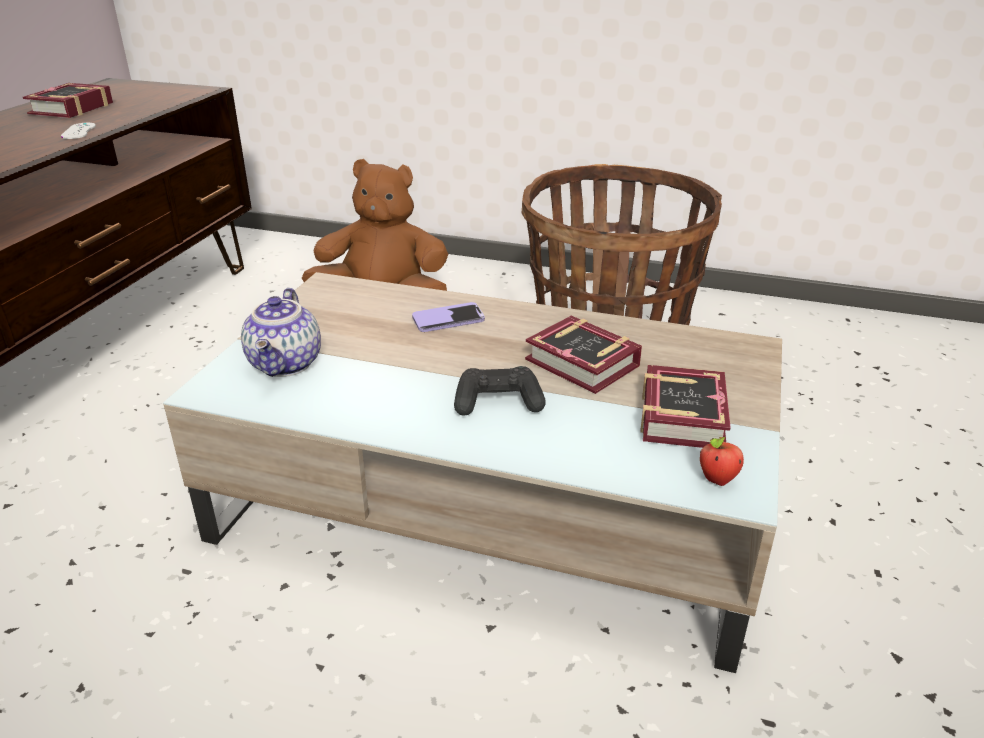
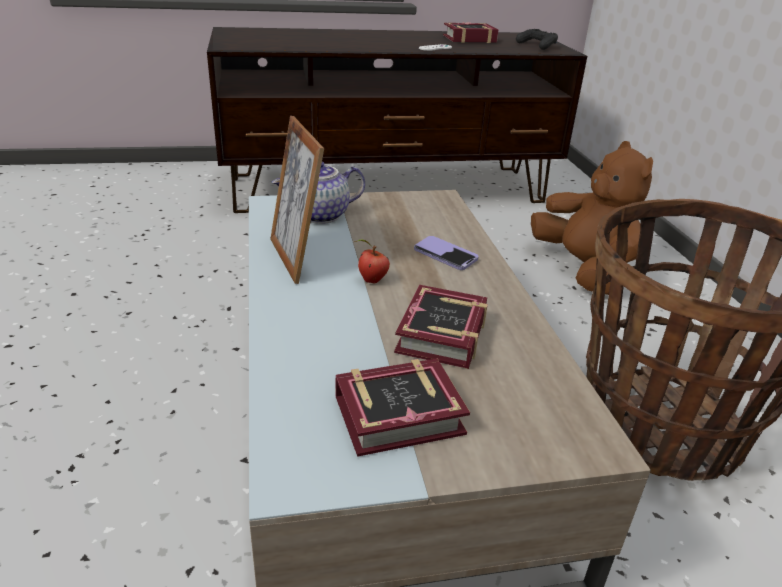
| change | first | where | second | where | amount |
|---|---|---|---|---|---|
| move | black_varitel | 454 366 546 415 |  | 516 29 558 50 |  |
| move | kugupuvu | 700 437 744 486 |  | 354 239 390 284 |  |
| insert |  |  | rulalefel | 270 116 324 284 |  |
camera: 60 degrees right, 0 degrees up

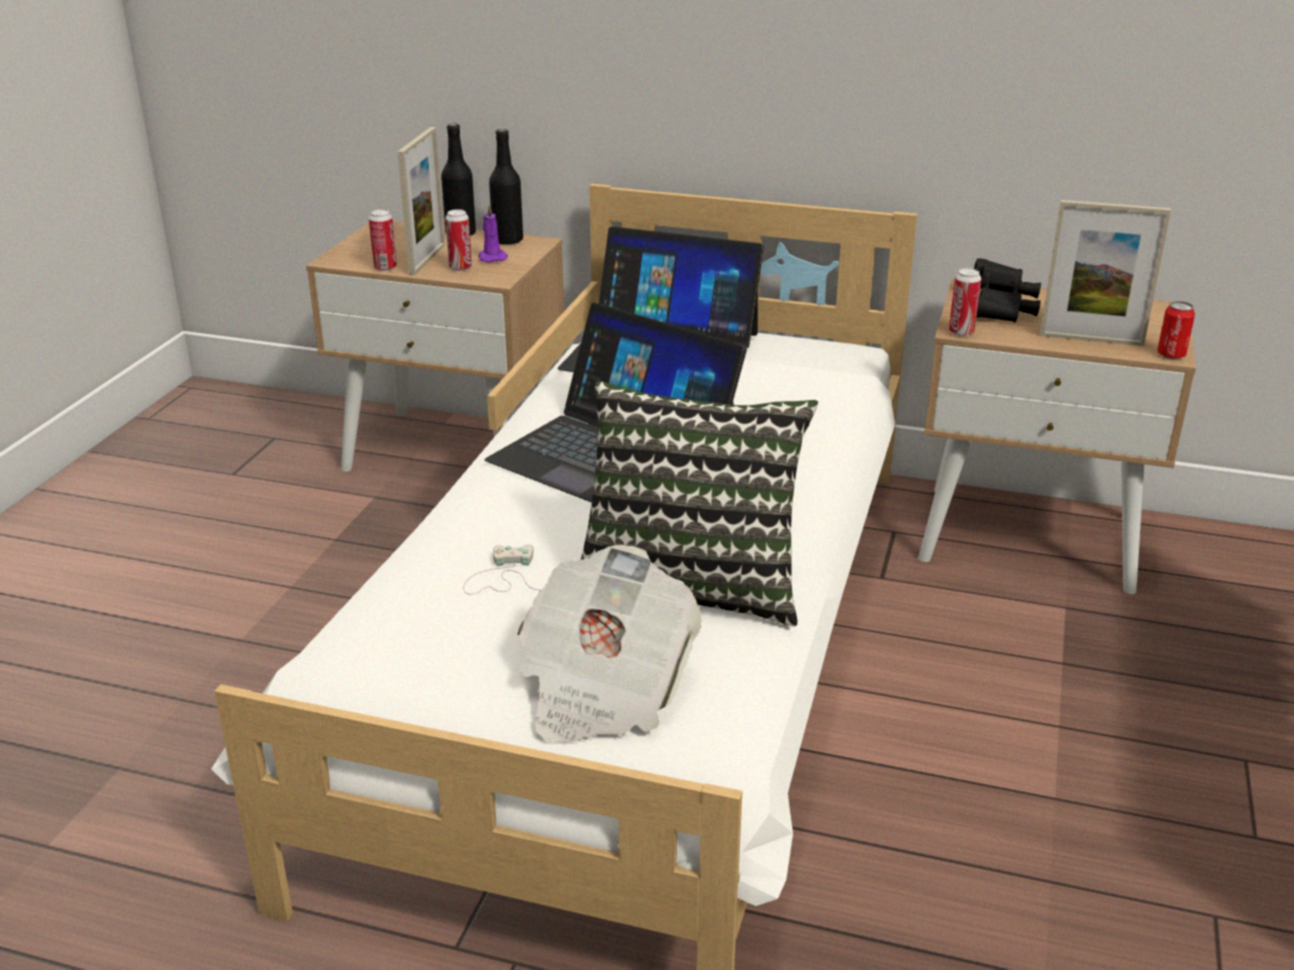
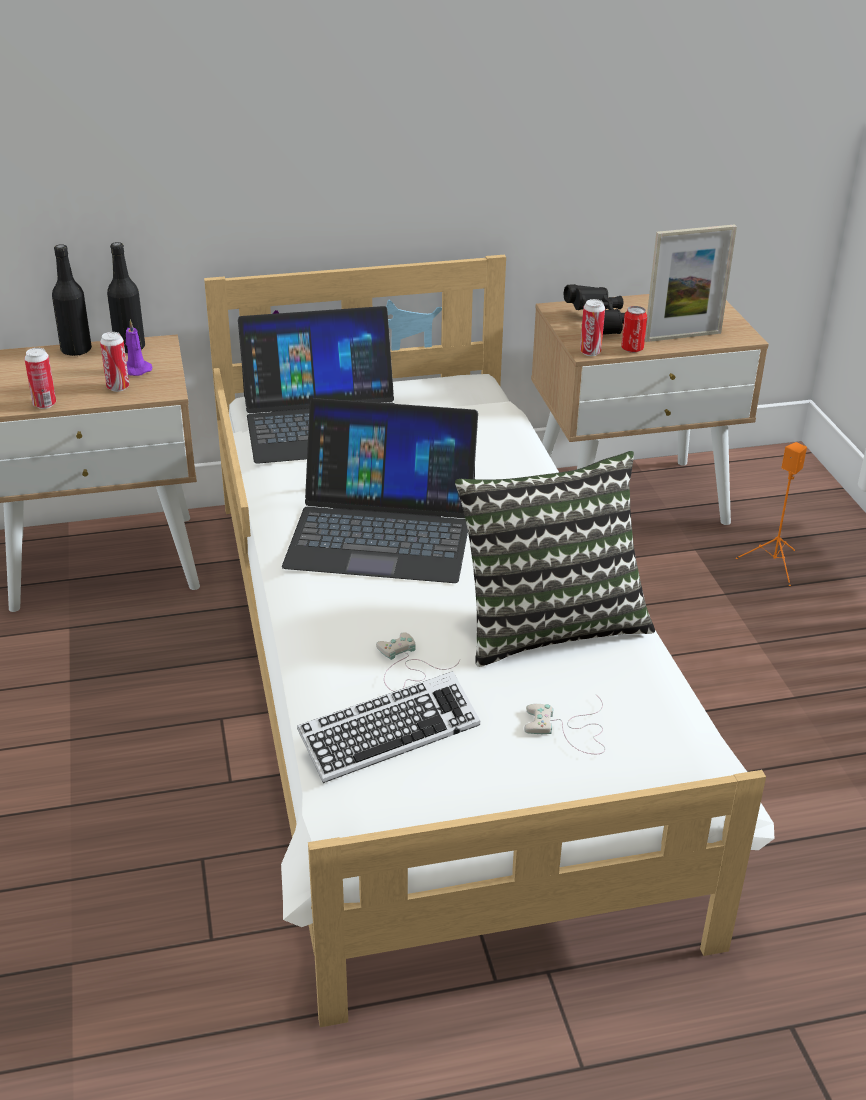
| change | first | where | second | where | amount |
|---|---|---|---|---|---|
| delete | rulalefel | 398 127 445 275 |  |  |  |
| replace | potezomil | 518 545 702 743 | white_varitel | 524 695 605 754 |  |
| move | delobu | 1157 301 1195 359 |  | 621 306 647 353 |  |
| insert |  |  | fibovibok | 297 671 480 783 |  |
| insert |  |  | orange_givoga | 736 442 807 586 |  |
camera: 30 degrees left, 5 degrees up

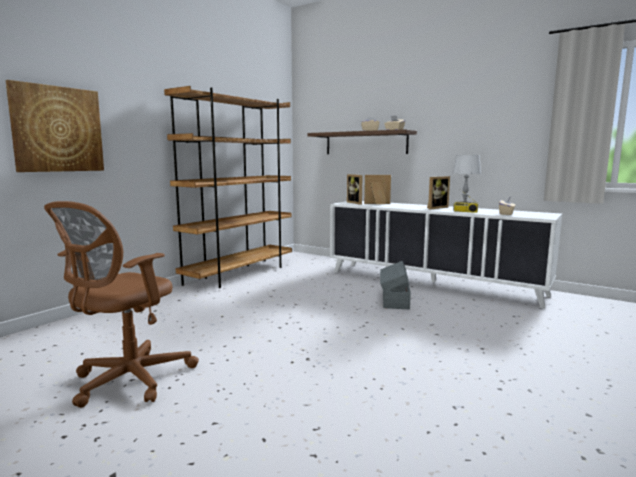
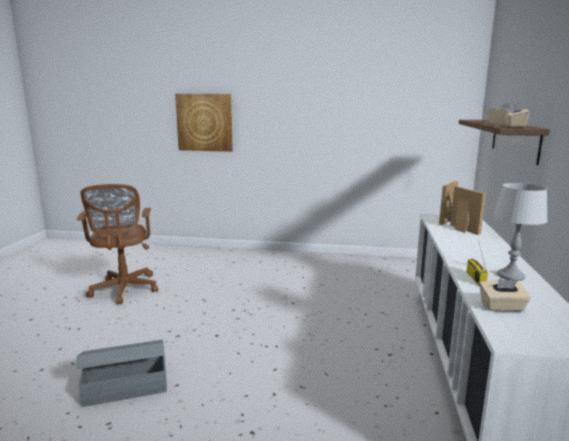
| change | first | where | second | where | amount |
|---|---|---|---|---|---|
| rotate | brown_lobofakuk | 44 201 199 408 |  | 77 184 158 305 | 105 degrees counterclockwise |
| delete | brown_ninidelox | 164 86 292 288 |  |  |  |
| move | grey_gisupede | 380 261 411 309 |  | 77 340 167 407 |  |
| delete | rulalefel | 427 176 450 209 |  |  |  |
camera: 65 degrees right, 5 degrees up

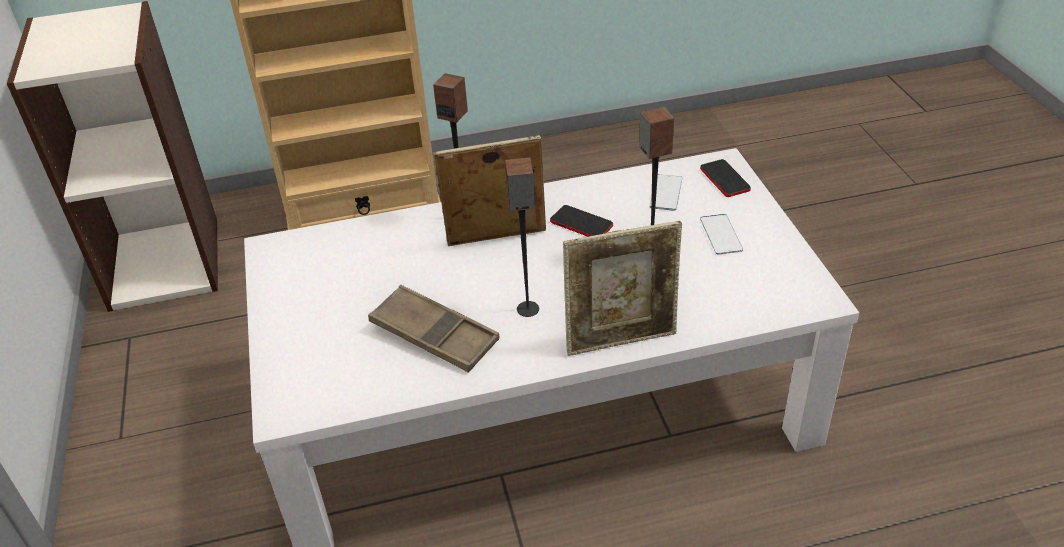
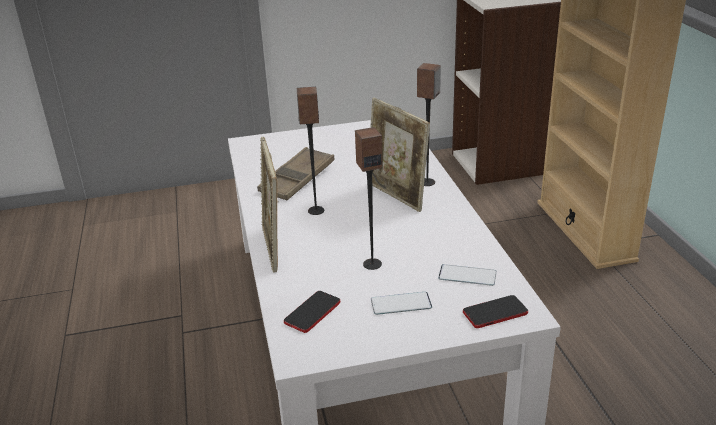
| change | first | where | second | where | amount |
|---|---|---|---|---|---|
| rotate | rulalefel | 433 135 546 246 |  | 370 98 430 212 | 150 degrees clockwise |
| move | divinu | 550 205 613 237 |  | 284 291 340 333 |  |
camera: 90 degrees right, 10 degrees down

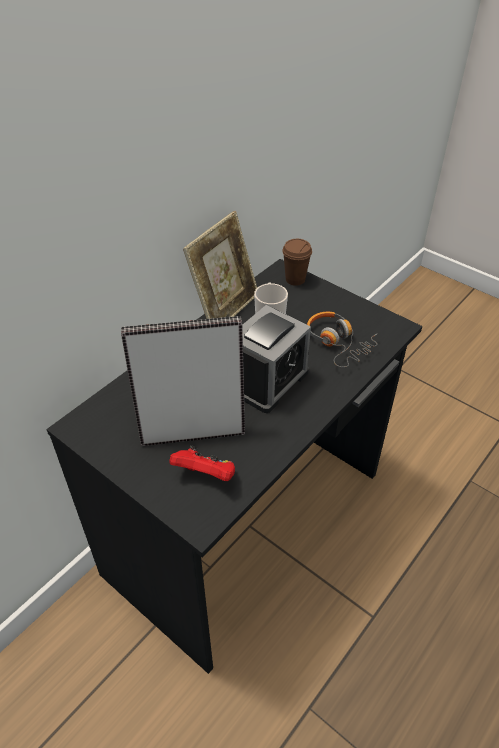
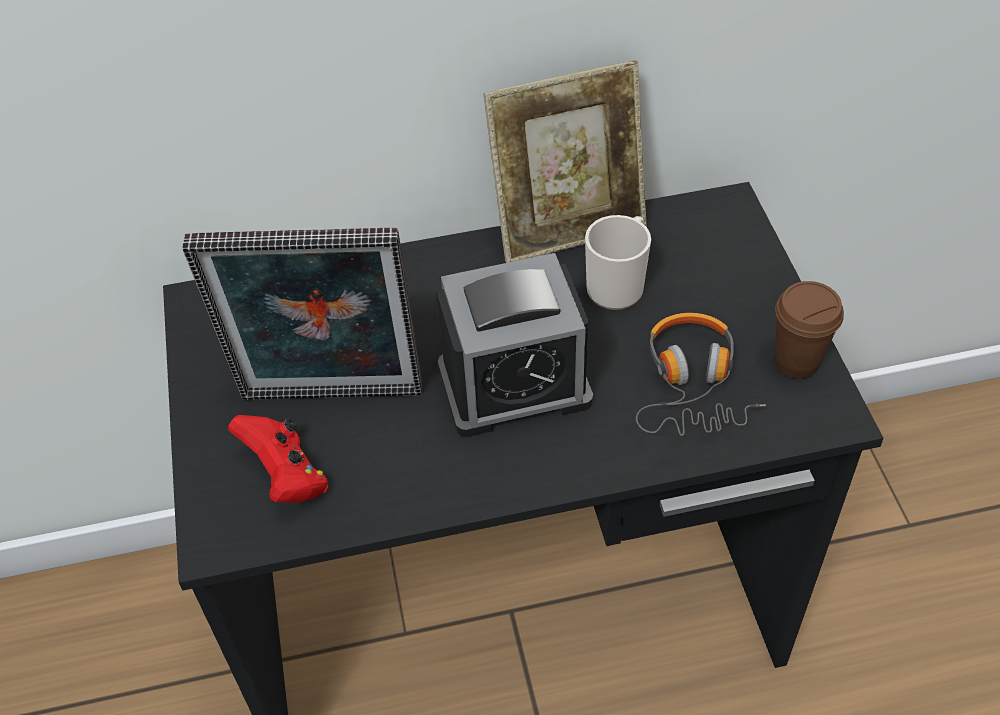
| change | first | where | second | where | amount |
|---|---|---|---|---|---|
| rotate | rulalefel | 121 316 245 446 |  | 182 228 422 400 | 150 degrees clockwise |
| move | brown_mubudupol | 282 239 312 286 |  | 775 281 844 379 |  |
camera: 40 degrees right, 5 degrees up

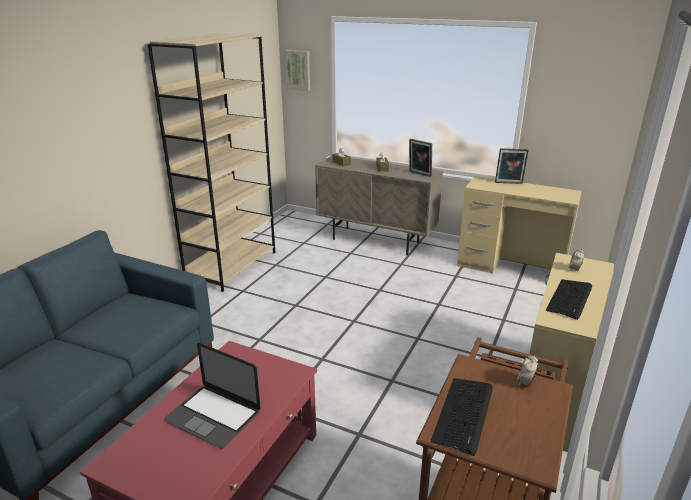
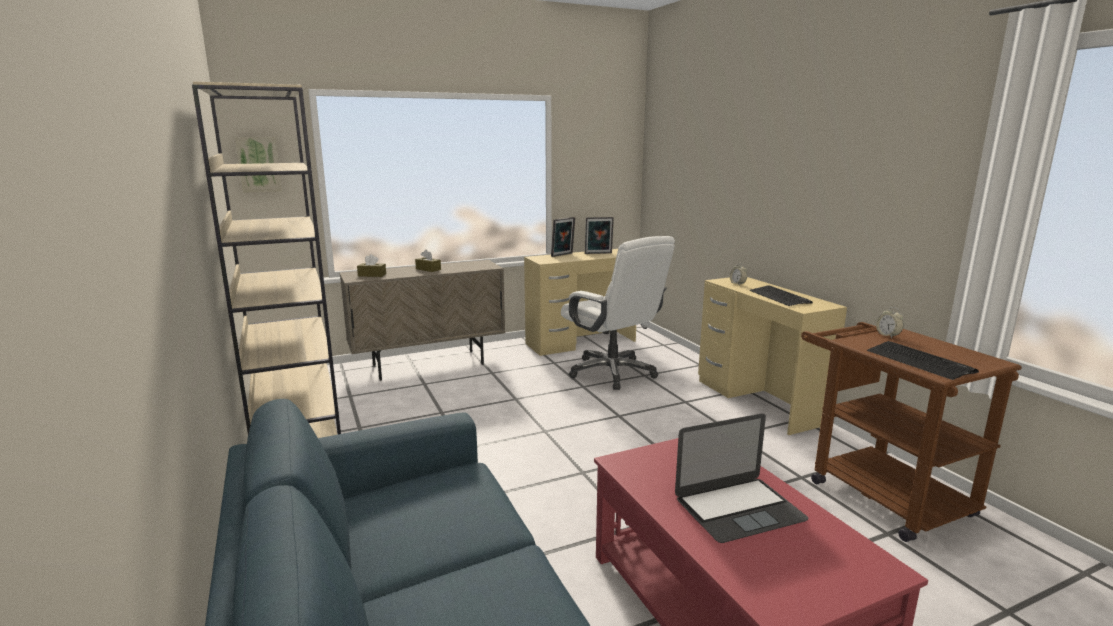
| change | first | where | second | where | amount |
|---|---|---|---|---|---|
| move | rulalefel | 409 139 432 177 |  | 585 217 614 254 |  |
| insert |  |  | white_lobofakuk | 561 236 675 390 |  |
camera: 50 degrees left, 10 degrees down

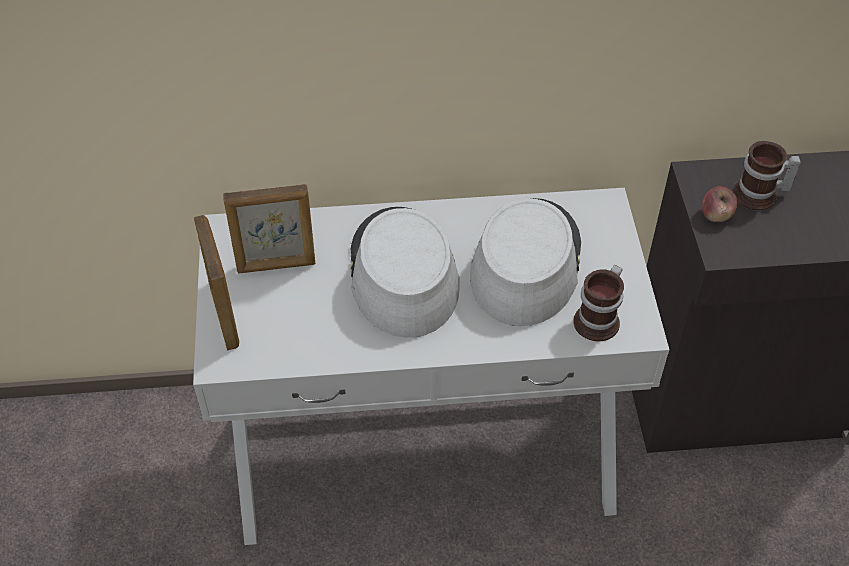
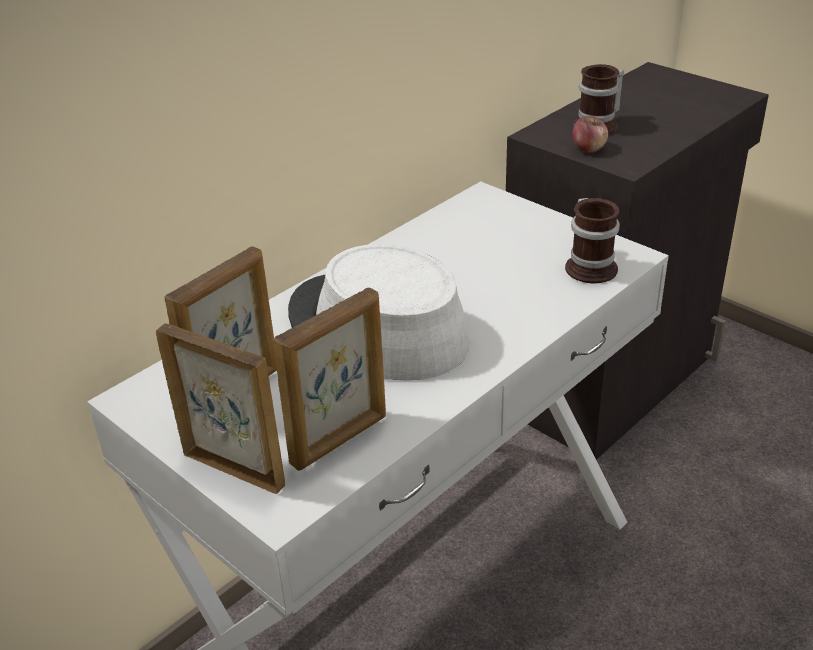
| change | first | where | second | where | amount |
|---|---|---|---|---|---|
| delete | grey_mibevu | 470 198 581 326 |  |  |  |
| insert |  |  | rulalefel | 273 287 386 471 |  |
camera: 40 degrees left, 15 degrees down

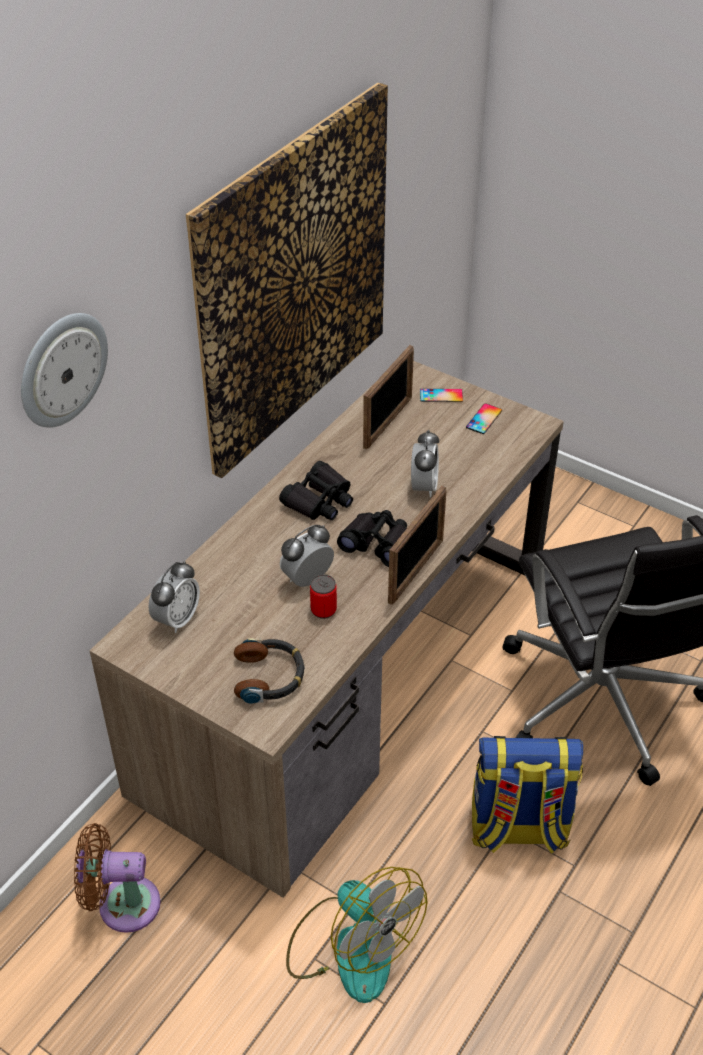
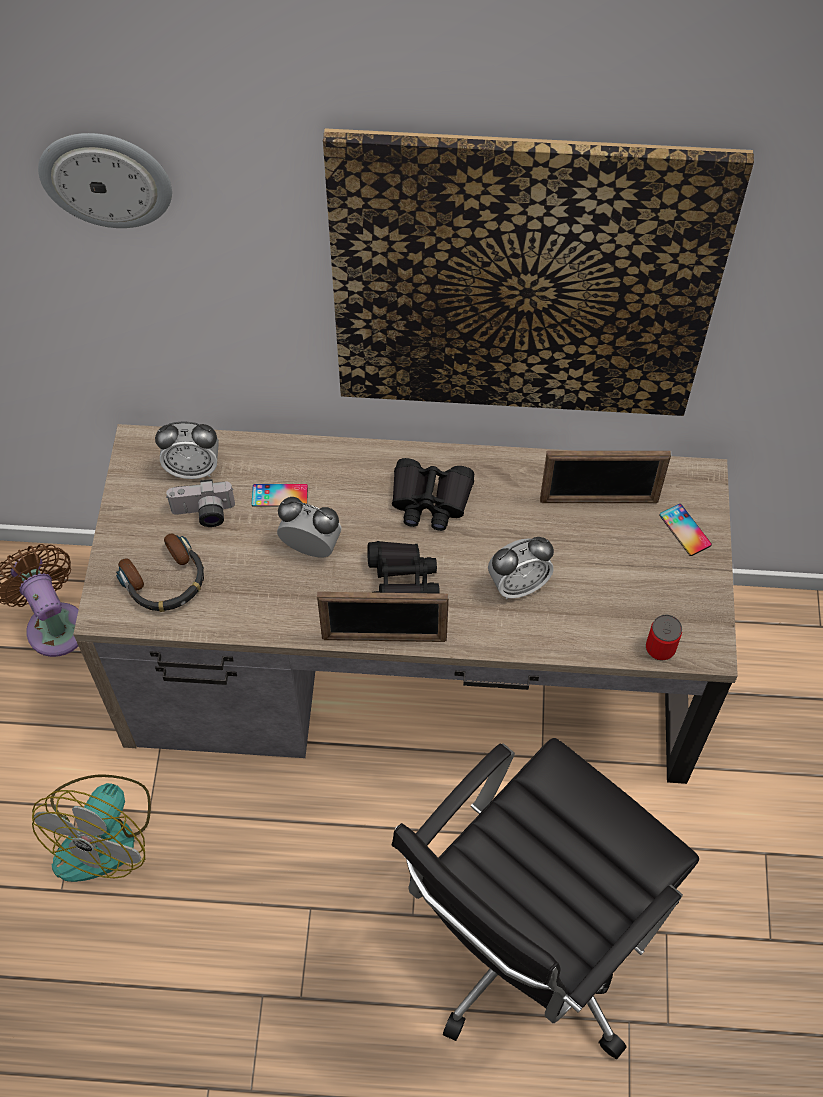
| change | first | where | second | where | amount |
|---|---|---|---|---|---|
| move | delobu | 310 574 337 619 |  | 646 615 682 660 |  |
| move | divinu | 466 403 502 434 |  | 252 484 308 507 |  |
| delete | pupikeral | 472 736 583 854 |  |  |  |
| insert |  |  | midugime | 166 479 235 527 |  |
camera: 60 degrees right, 15 degrees up

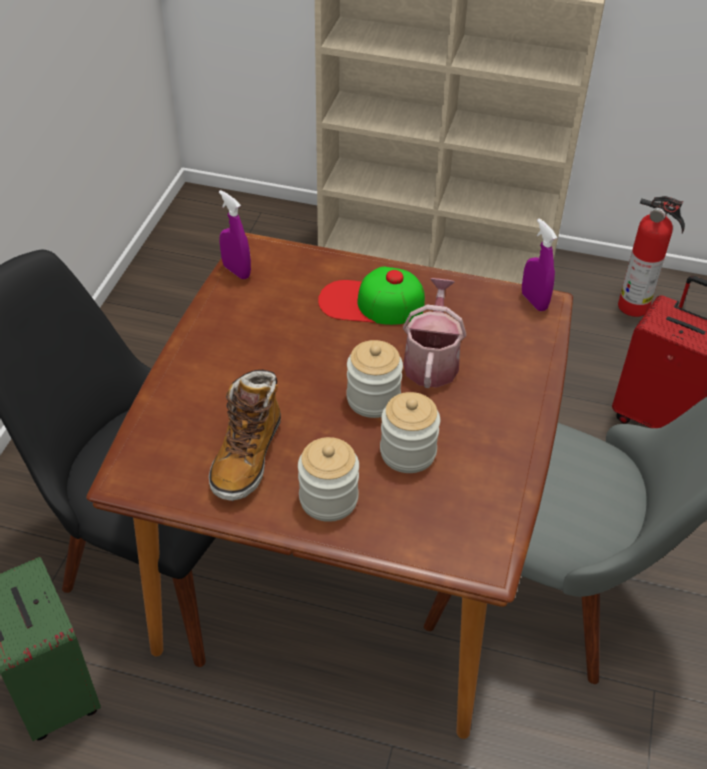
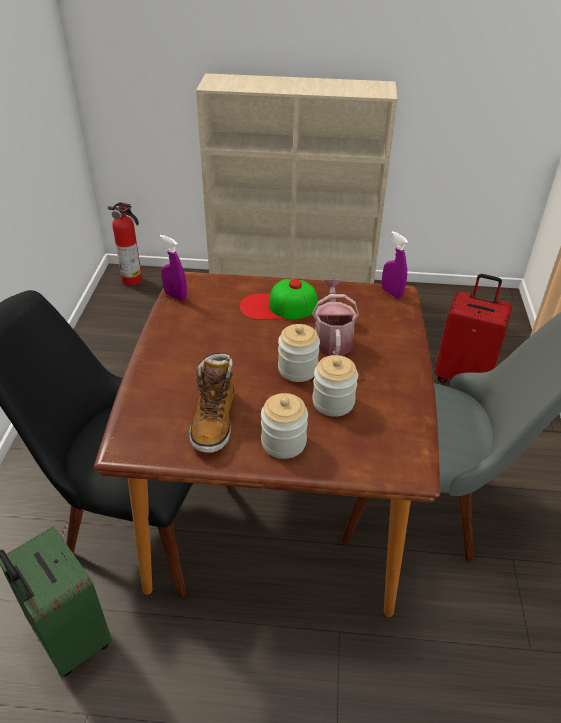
| change | first | where | second | where | amount |
|---|---|---|---|---|---|
| move | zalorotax | 618 196 685 317 |  | 108 202 142 286 |  |
camera: 10 degrees left, 5 degrees down

